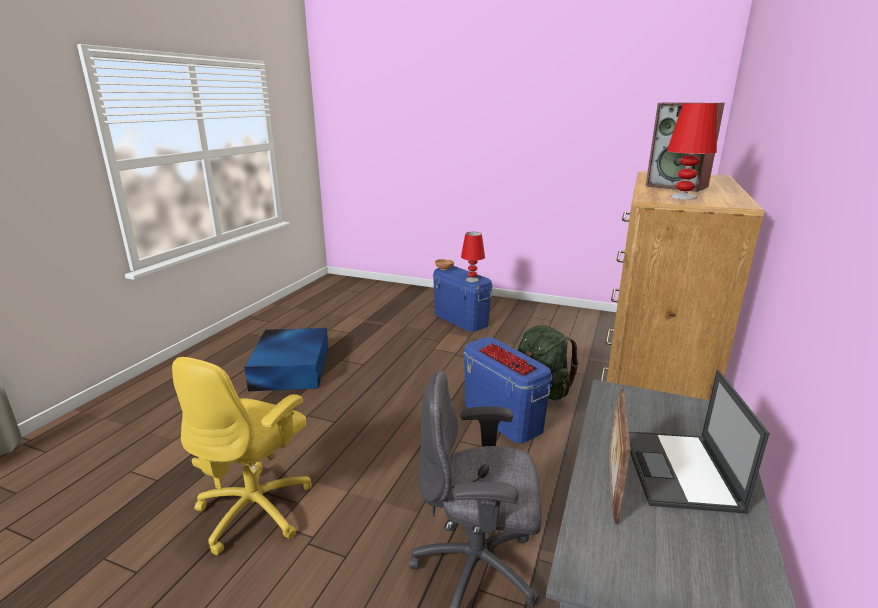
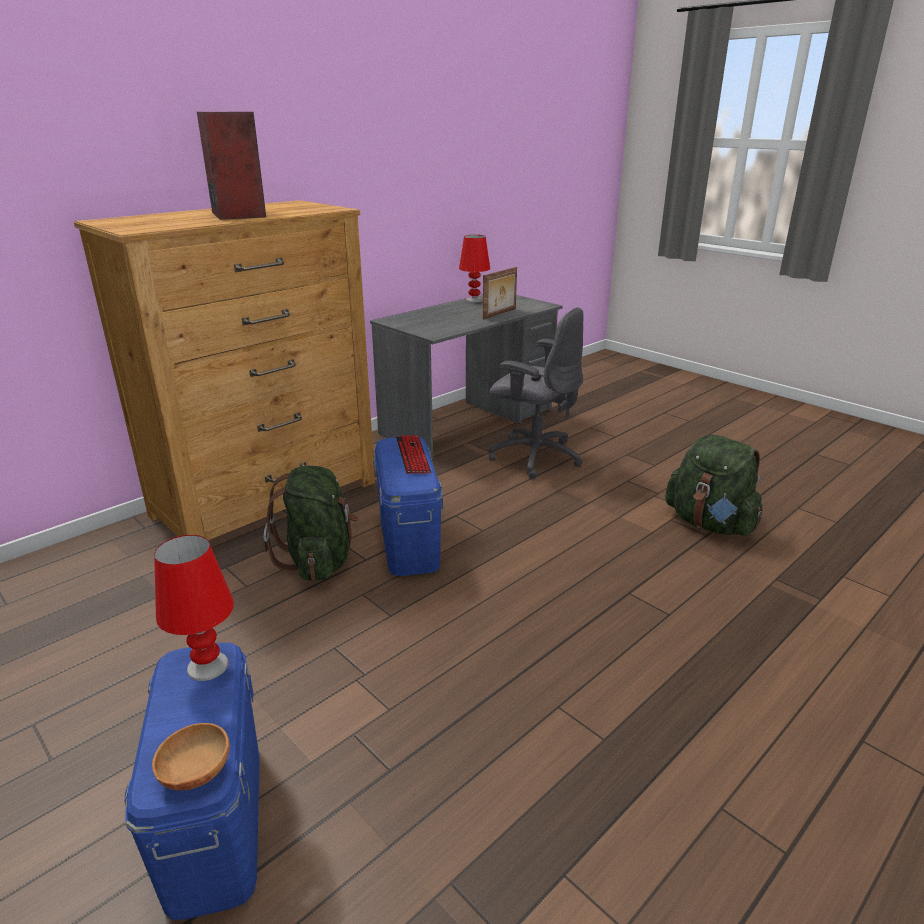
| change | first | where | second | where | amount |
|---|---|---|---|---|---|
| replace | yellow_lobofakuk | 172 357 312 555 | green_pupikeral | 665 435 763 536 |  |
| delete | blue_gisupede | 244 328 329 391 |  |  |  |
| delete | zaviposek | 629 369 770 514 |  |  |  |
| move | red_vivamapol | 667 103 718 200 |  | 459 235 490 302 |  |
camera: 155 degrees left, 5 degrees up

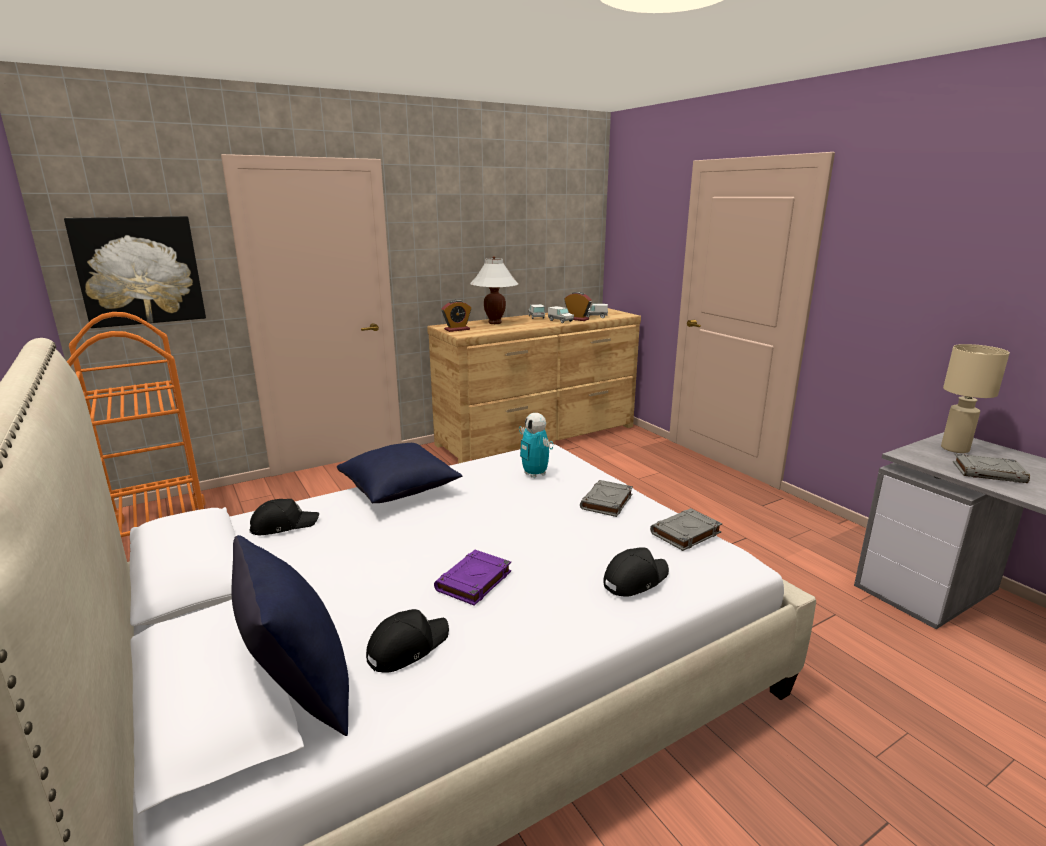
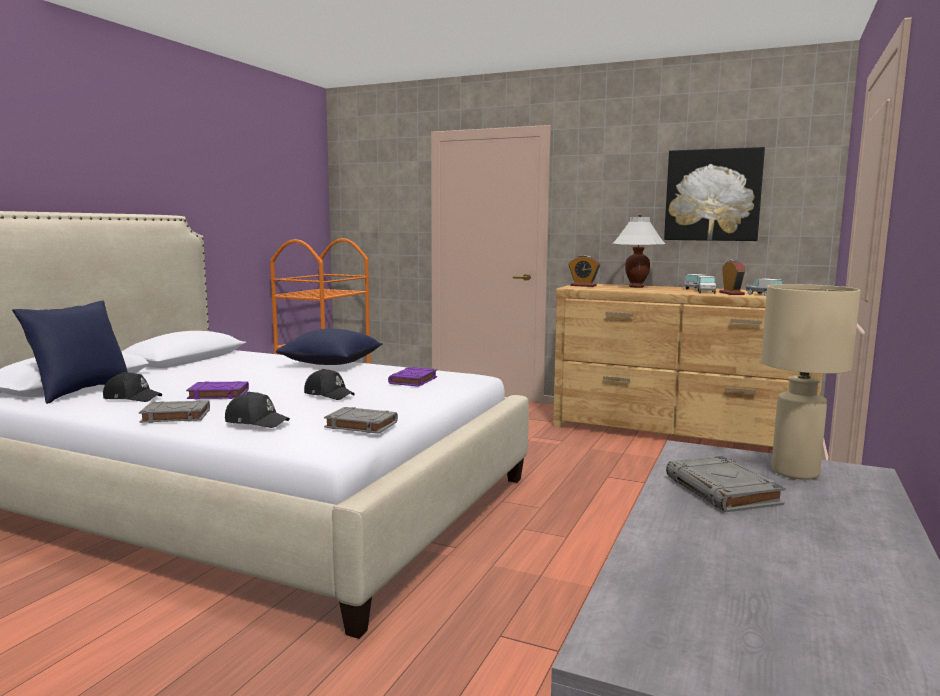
| change | first | where | second | where | amount |
|---|---|---|---|---|---|
| move | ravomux | 64 216 206 328 |  | 664 147 765 241 |  |
| move | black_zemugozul | 250 499 319 535 |  | 304 369 355 400 |  |
| replace | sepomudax | 519 413 553 478 | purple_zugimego | 388 367 437 387 |  |
| move | grey_zugimego | 580 480 633 517 |  | 139 400 210 423 |  |
camera: 55 degrees right, 10 degrees down

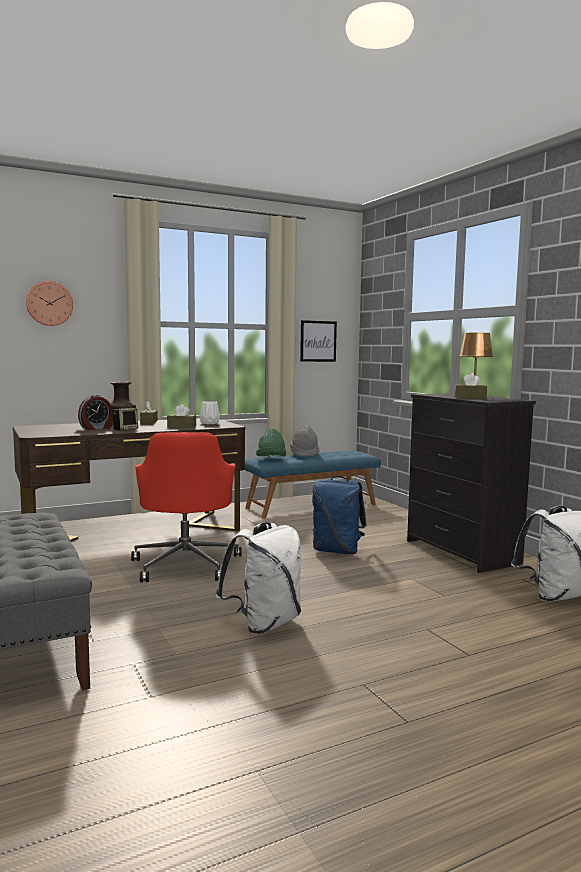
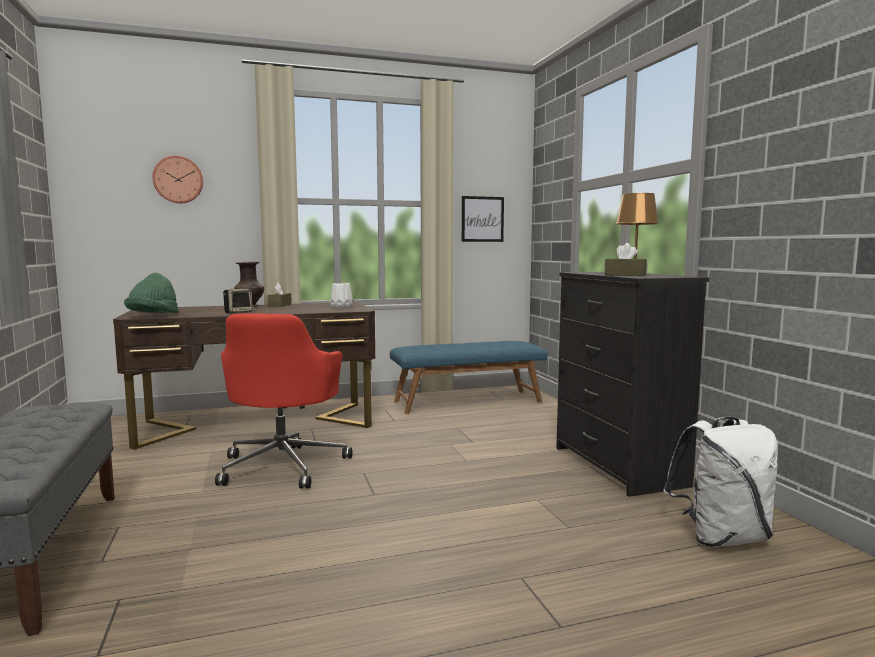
| change | first | where | second | where | amount |
|---|---|---|---|---|---|
| delete | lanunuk | 78 395 113 430 |  |  |  |
| delete | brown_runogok | 167 404 196 428 |  |  |  |
| delete | white_pupikeral | 216 522 302 634 |  |  |  |
| move | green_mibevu | 256 428 286 457 |  | 124 273 179 313 |  |
| delete | grey_mibevu | 290 425 319 457 |  |  |  |
| delete | blue_pupikeral | 312 476 367 554 |  |  |  |
camera: 10 degrees right, 0 degrees up

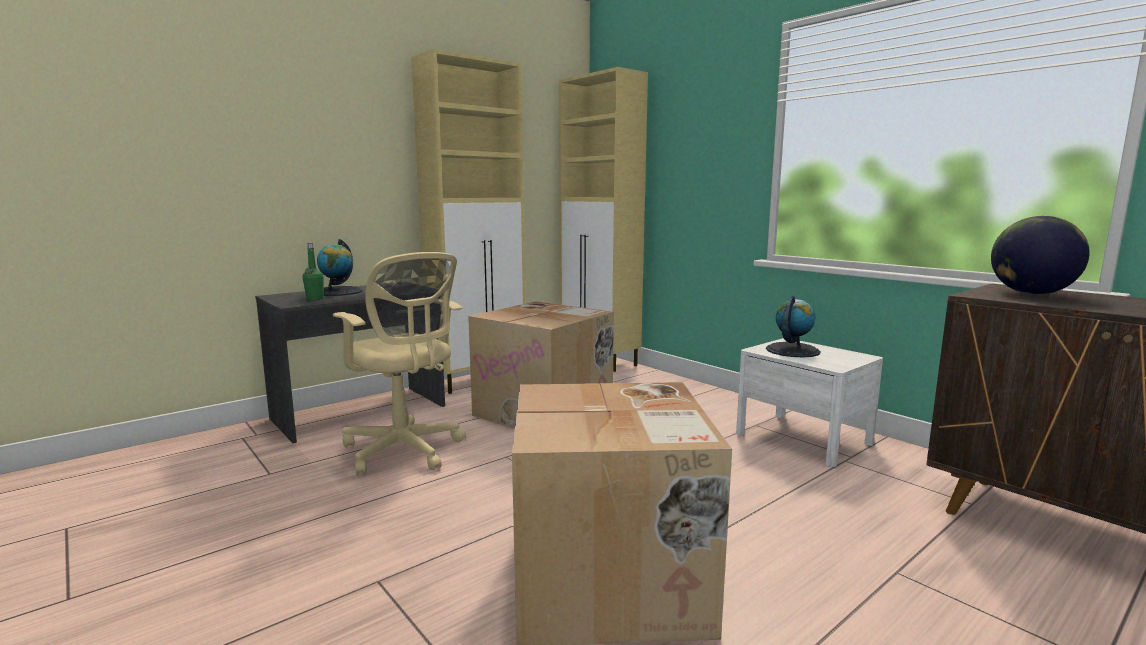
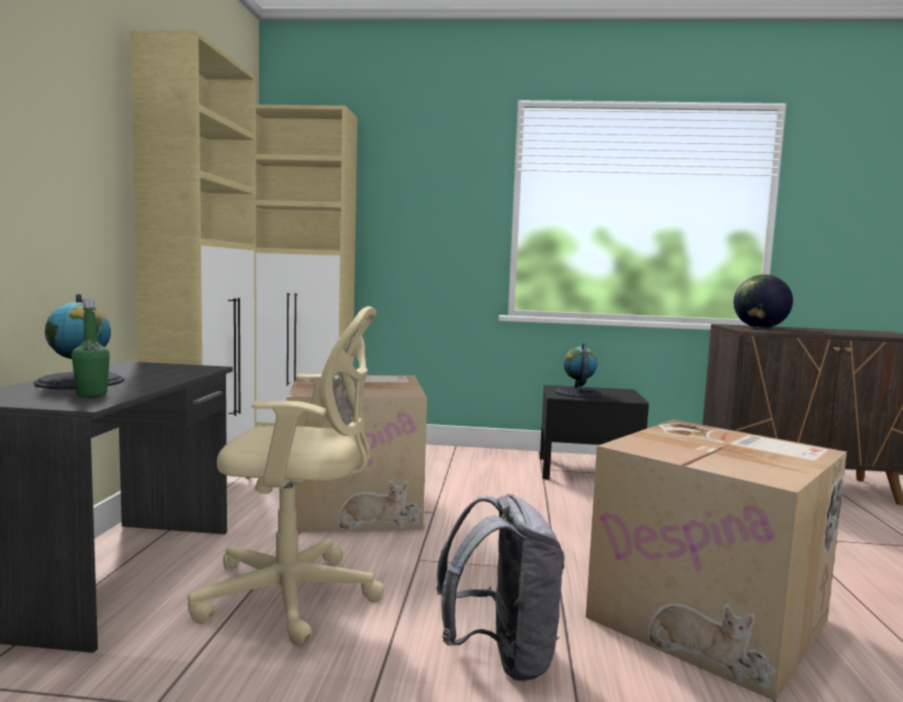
| change | first | where | second | where | amount |
|---|---|---|---|---|---|
| recolor | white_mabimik | 736 338 883 467 | black_mabimik | 540 385 649 480 |  |
| insert |  |  | grey_pupikeral | 436 494 565 681 |  |
camera: 45 degrees left, 5 degrees down

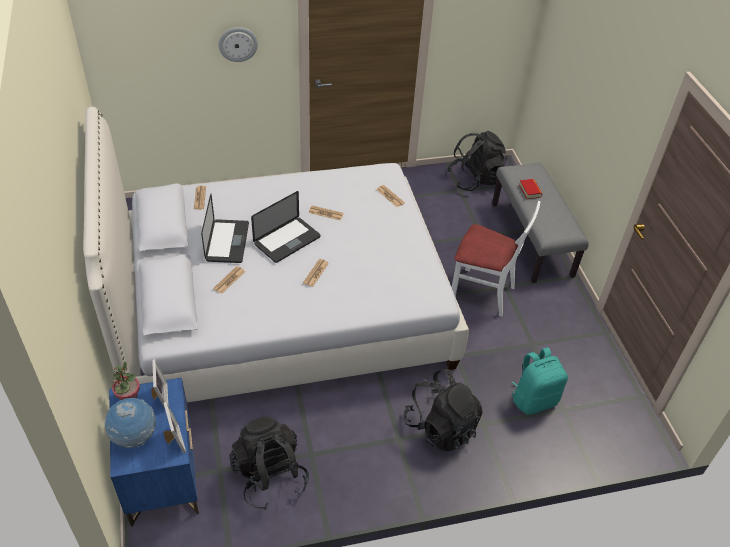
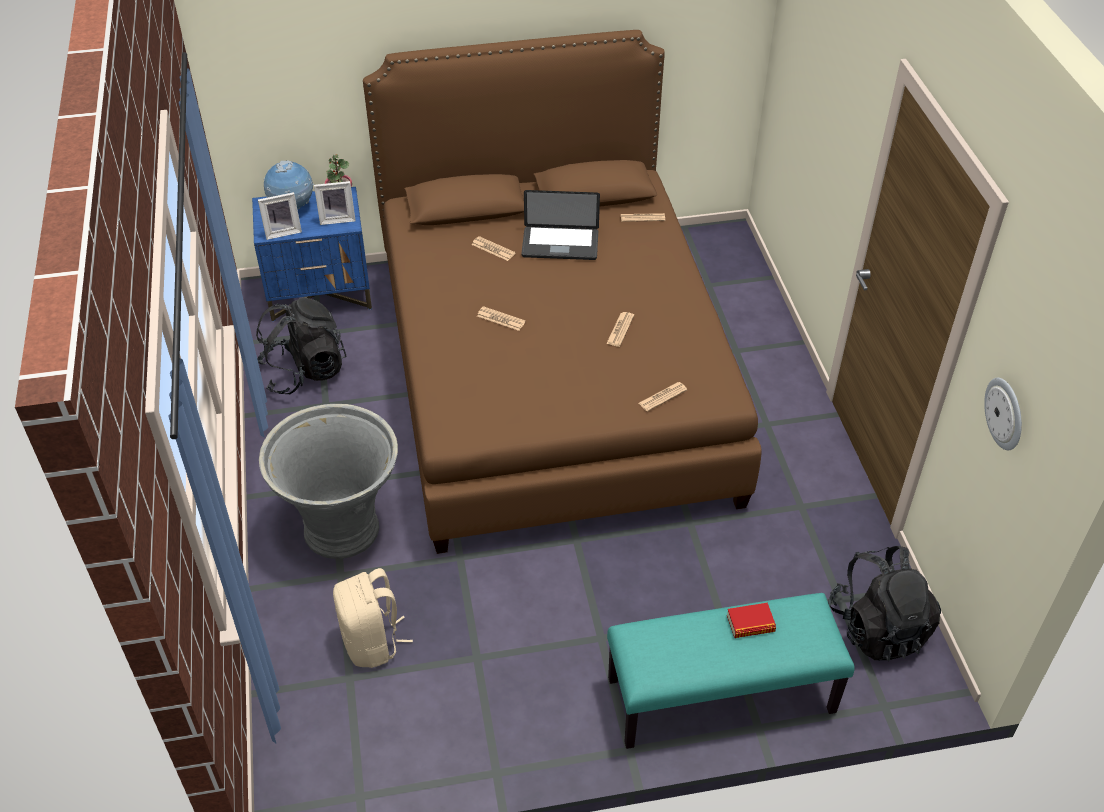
| change | first | where | second | where | amount |
|---|---|---|---|---|---|
| recolor | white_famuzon | 83 107 469 403 | brown_famuzon | 363 30 762 554 |  |
| move | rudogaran | 219 27 258 62 |  | 984 378 1022 450 |  |
| delete | zaviposek | 251 191 321 263 |  |  |  |
| replace | black_pupikeral | 403 369 483 452 | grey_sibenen | 259 404 398 559 |  |
| delete | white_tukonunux | 452 201 540 317 |  |  |  |
| recolor | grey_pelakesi | 492 162 589 283 | turquoise_pelakesi | 607 593 855 749 |  |
| recolor | turquoise_pupikeral | 512 347 568 415 | beige_pupikeral | 333 568 413 668 |  |
camera: 95 degrees right, 0 degrees up

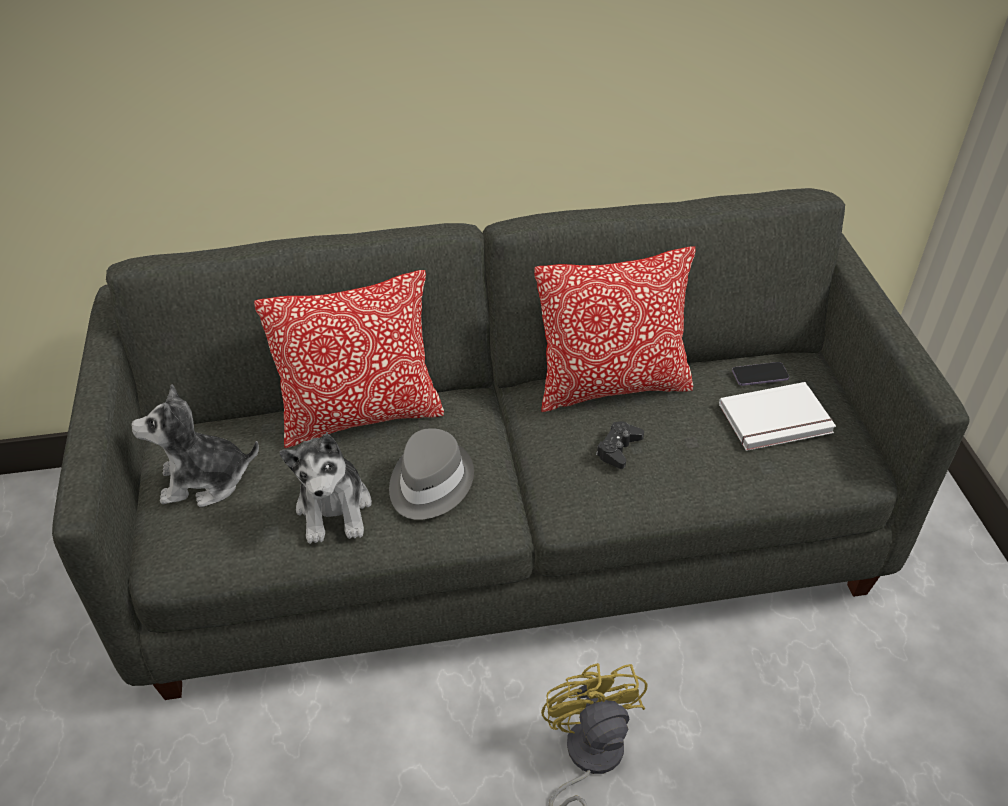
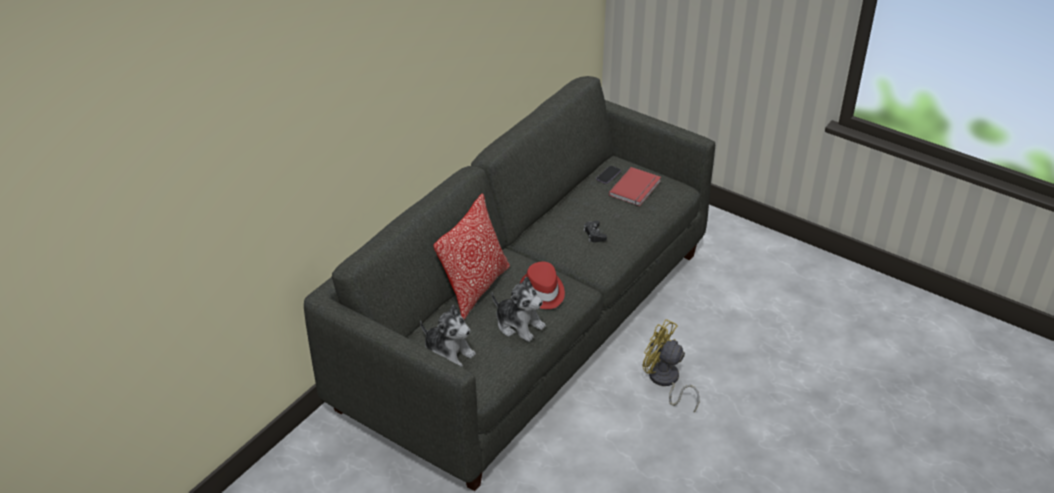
| change | first | where | second | where | amount |
|---|---|---|---|---|---|
| rotate | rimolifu | 131 384 259 507 |  | 420 305 476 367 | 90 degrees counterclockwise |
| recolor | grey_mibevu | 389 428 474 520 | red_mibevu | 520 262 565 309 |  |
| delete | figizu | 534 247 695 412 |  |  |  |
| recolor | white_zugimego | 719 382 836 451 | red_zugimego | 609 167 661 206 |  |
camera: 45 degrees left, 5 degrees down

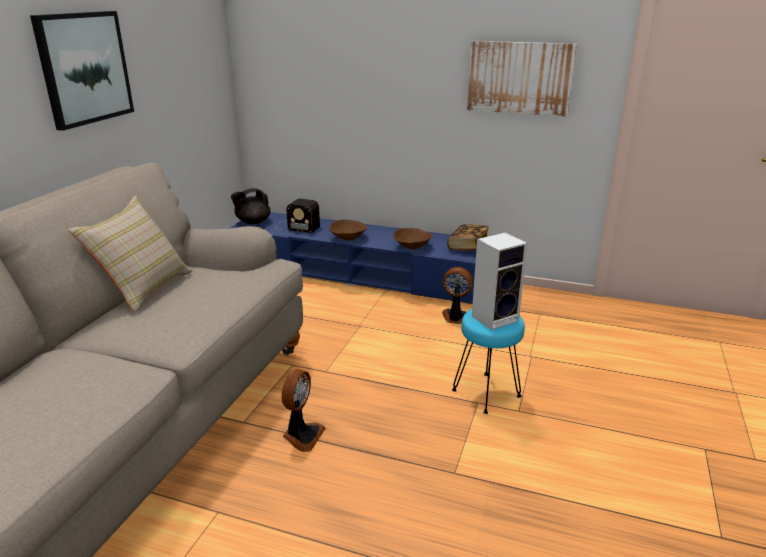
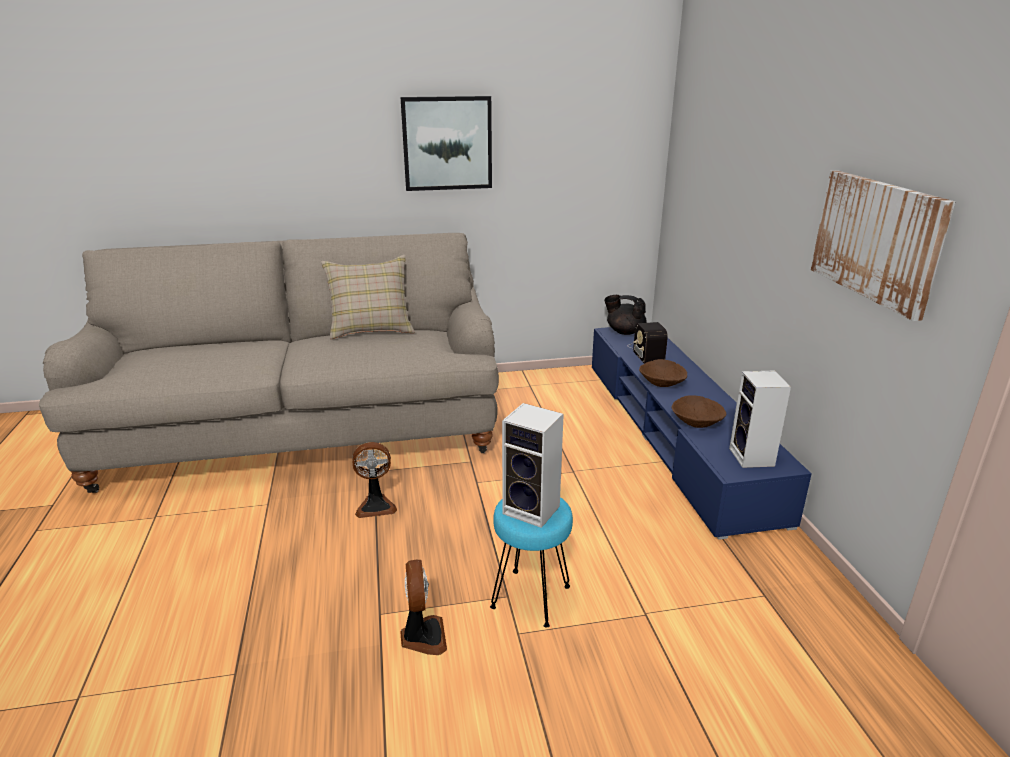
| change | first | where | second | where | amount |
|---|---|---|---|---|---|
| move | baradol | 442 267 473 324 |  | 401 560 447 655 |  |
| replace | zugimego | 447 224 489 251 | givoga | 729 370 791 468 |  |
camera: 60 degrees right, 0 degrees up

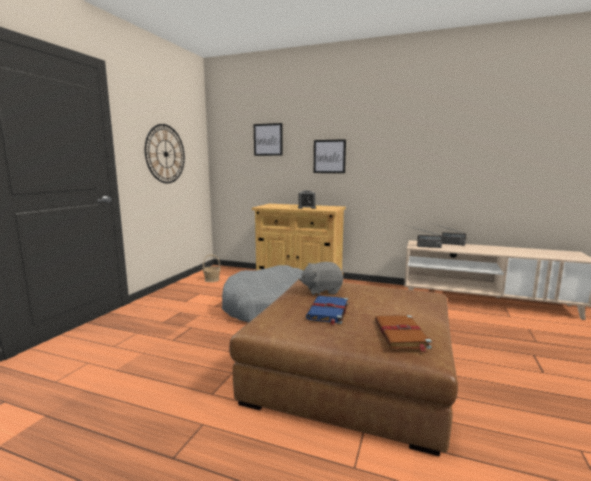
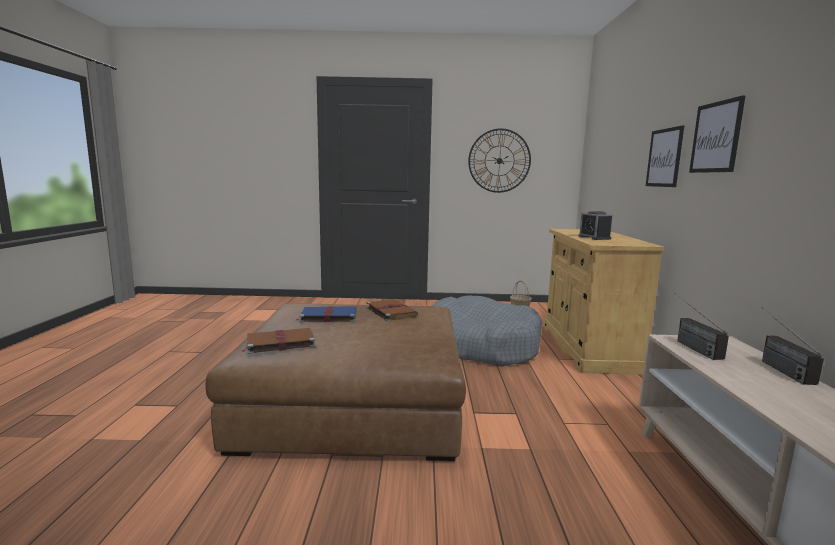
| change | first | where | second | where | amount |
|---|---|---|---|---|---|
| move | ravomux | 254 123 283 156 |  | 689 95 746 173 |  |
| replace | grey_rimolifu | 299 262 343 295 | brown_zugimego | 366 299 418 321 |  |
camera: 70 degrees right, 0 degrees up

